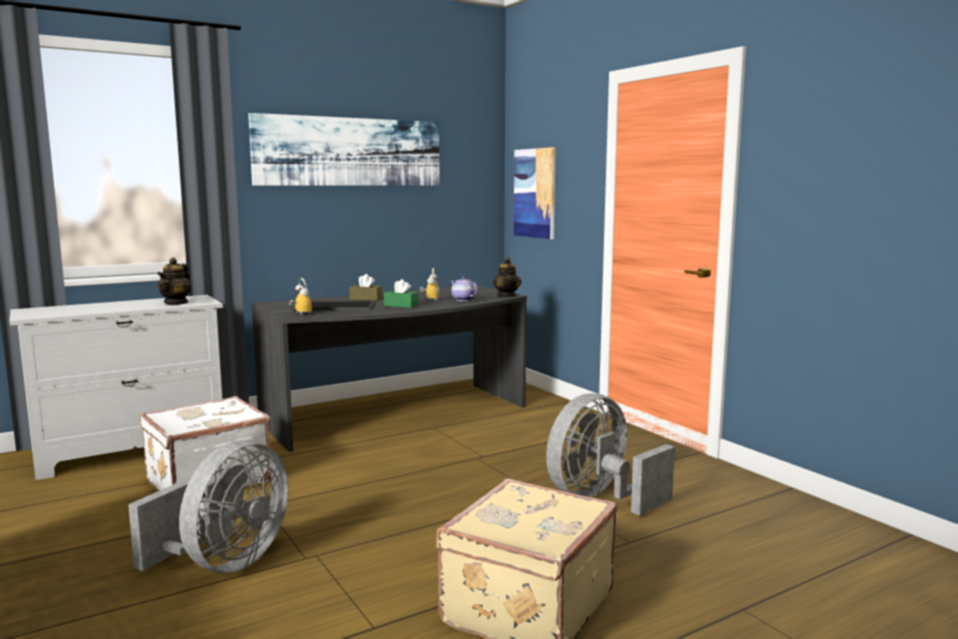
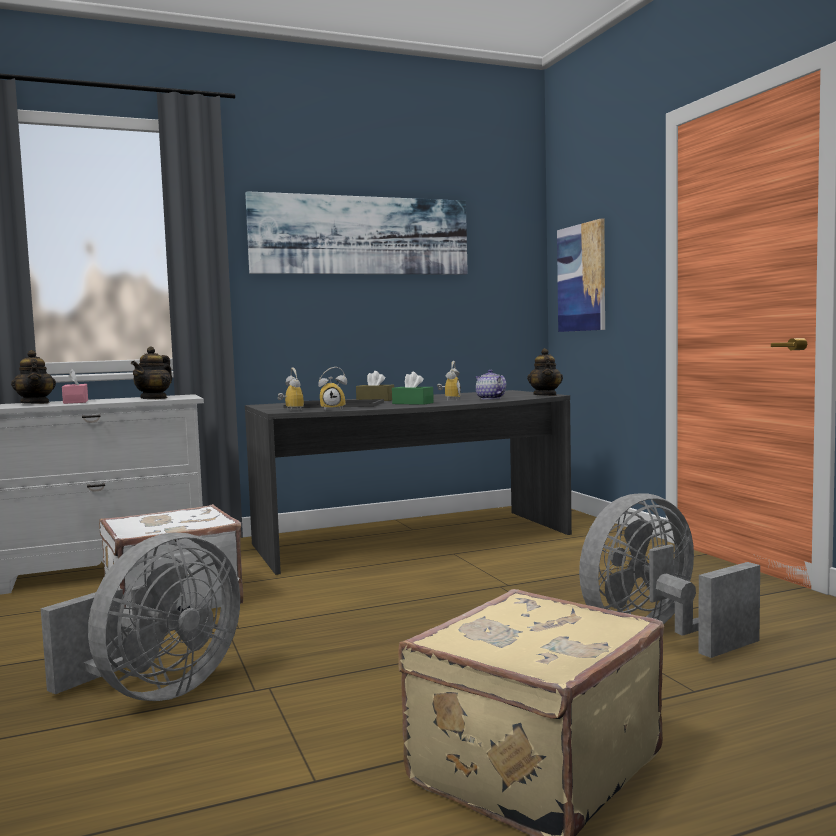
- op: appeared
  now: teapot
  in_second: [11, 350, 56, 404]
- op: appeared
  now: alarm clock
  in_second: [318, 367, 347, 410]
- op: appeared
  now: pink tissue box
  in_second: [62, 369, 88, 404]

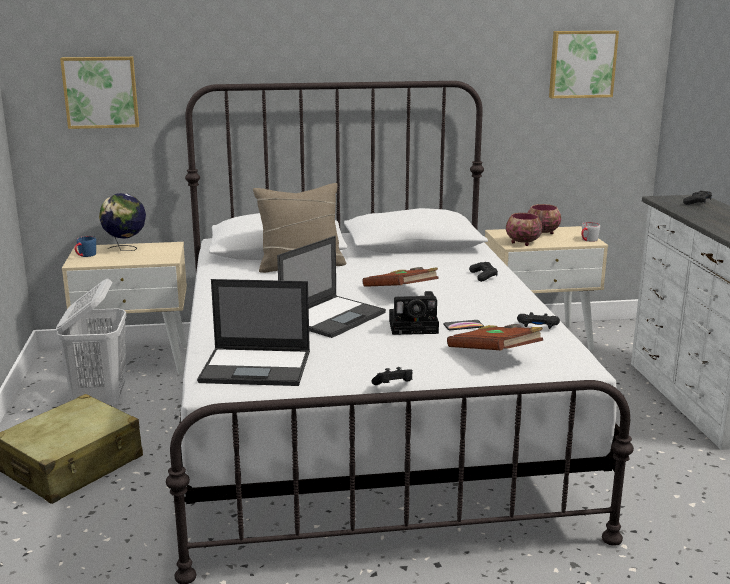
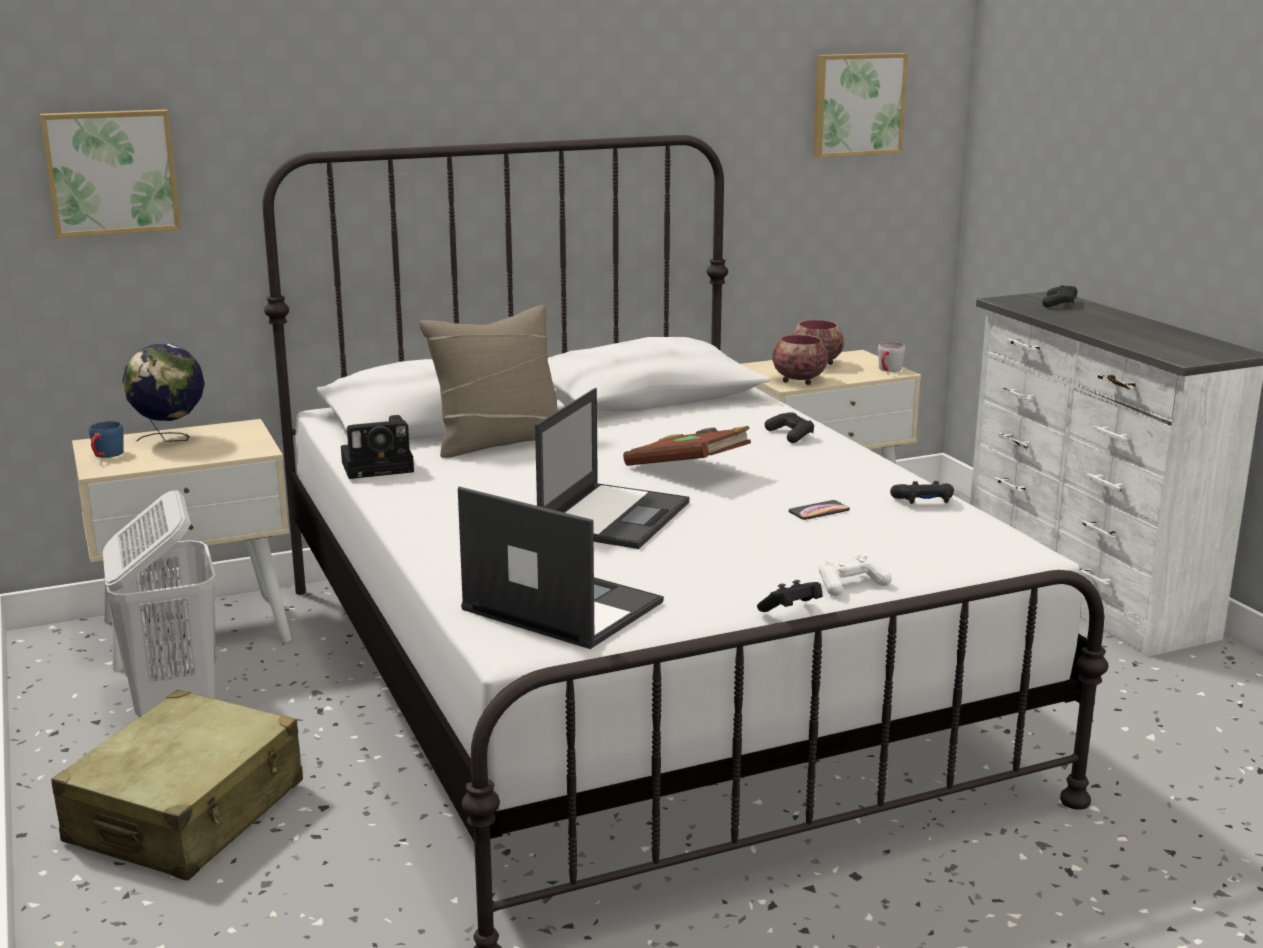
- op: spun
  was: laptop
  in_first: [197, 279, 310, 386]
  in_second: [458, 487, 664, 649]
  clockwise: -135
- op: relocated
  was: photo camera
  in_first: [389, 291, 439, 335]
  in_second: [341, 415, 414, 479]
- op: missing
  was: brown book
  in_first: [447, 324, 543, 350]
- op: appeared
  now: white game controller
  in_second: [819, 554, 892, 596]

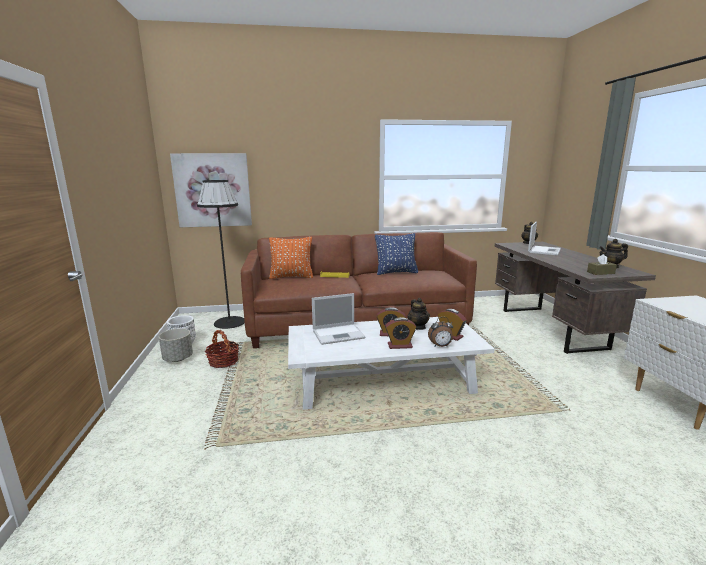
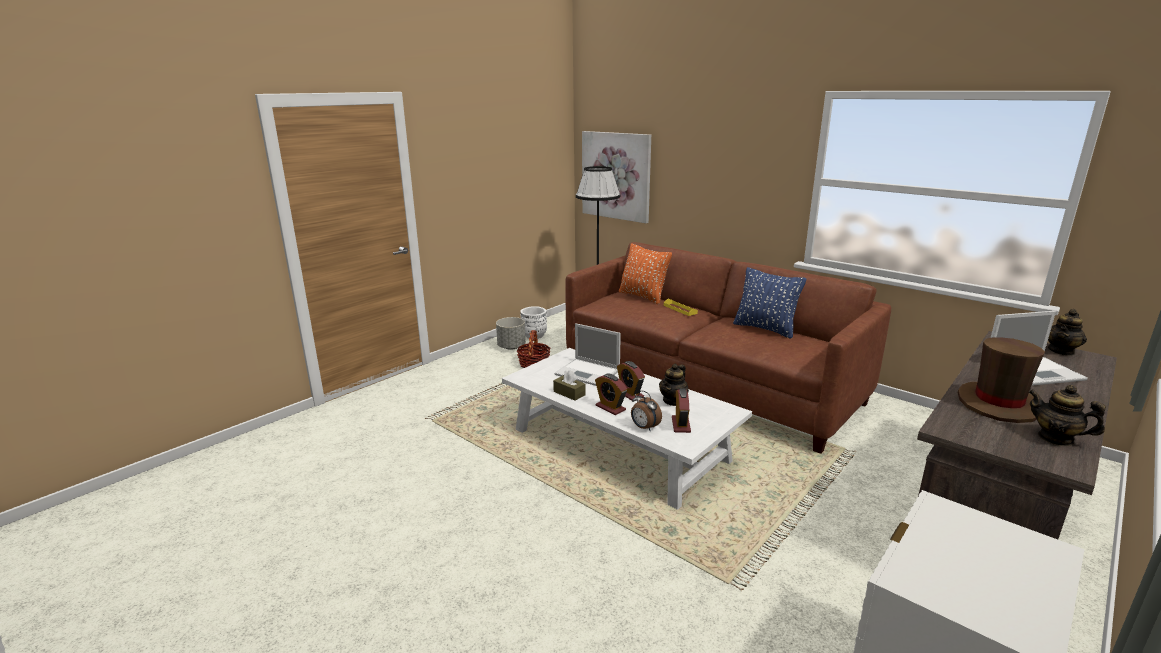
- op: relocated
  was: brown tissue box
  in_first: [587, 254, 617, 275]
  in_second: [553, 370, 585, 401]
- op: appeared
  now: brown hat
  in_second: [958, 337, 1045, 423]

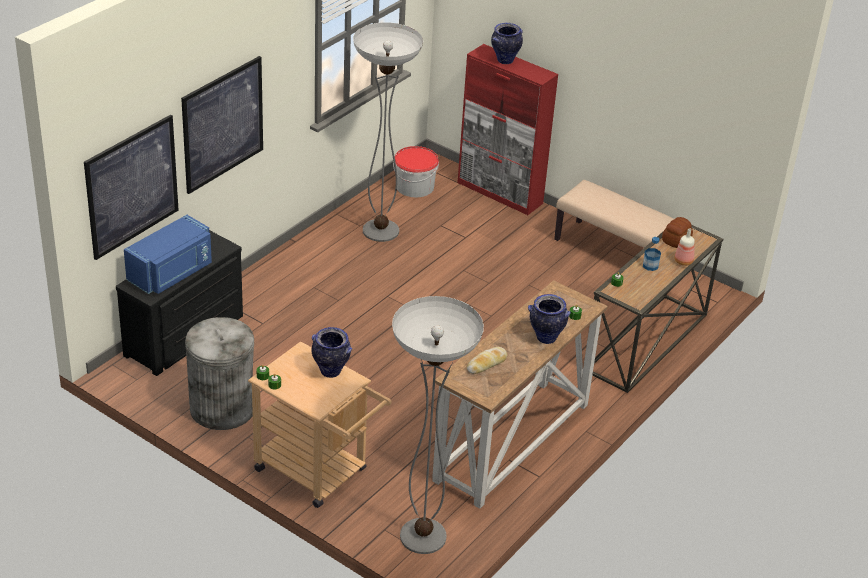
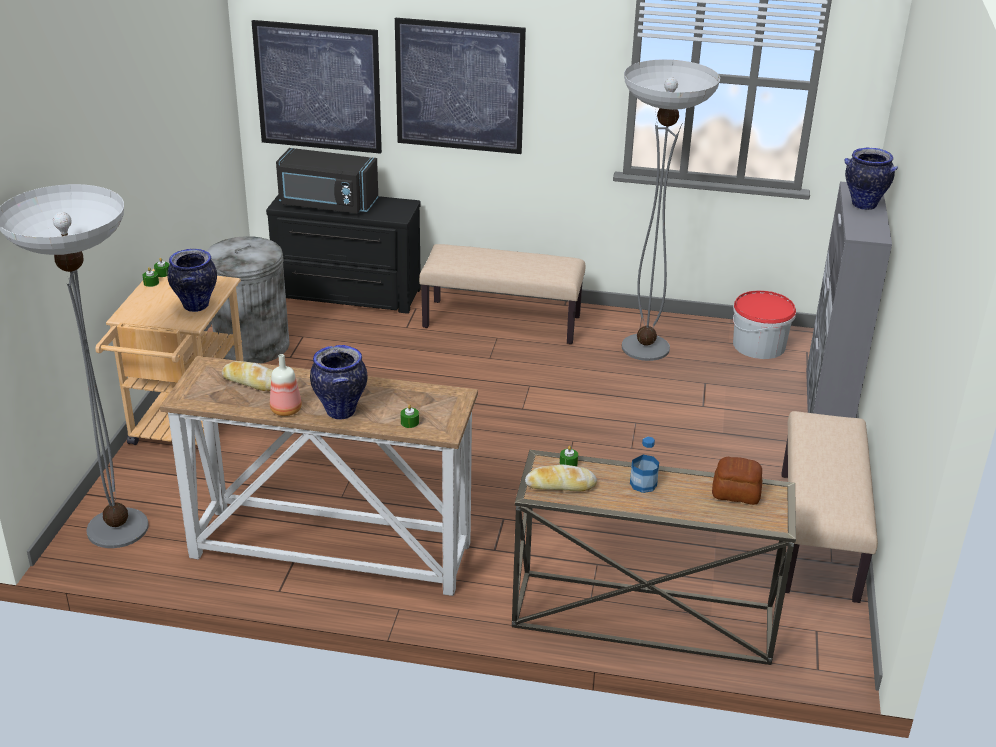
- op: colour
  was: red cabinet
  now: grey cabinet
  in_first: [457, 44, 558, 215]
  in_second: [806, 181, 892, 418]
- op: colour
  was: blue microwave
  now: black microwave
  in_first: [124, 215, 212, 294]
  in_second: [276, 148, 378, 214]
- op: relocated
  was: bottle
  in_first: [674, 228, 695, 266]
  in_second: [270, 354, 302, 416]
- op: appeared
  now: beige bench
  in_second: [419, 244, 585, 344]
- op: appeared
  now: bread
  in_second: [525, 464, 597, 491]

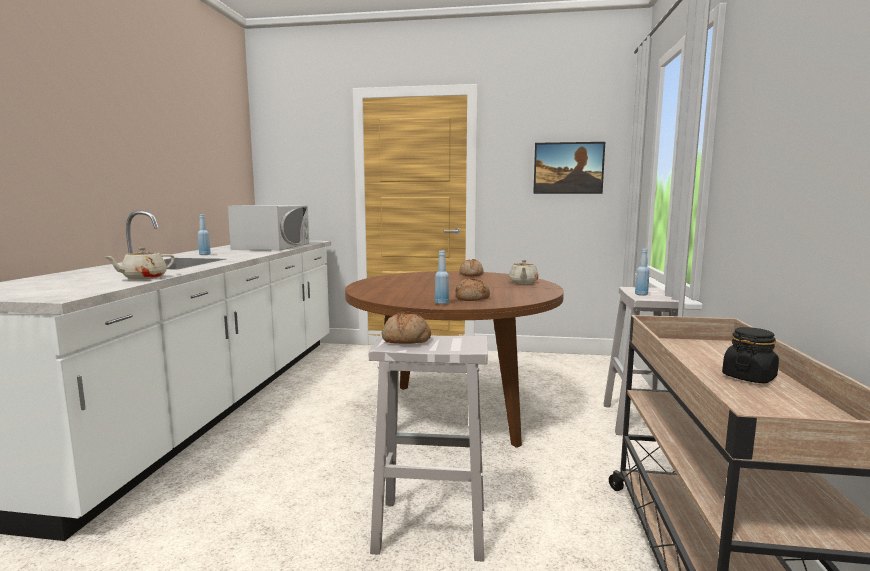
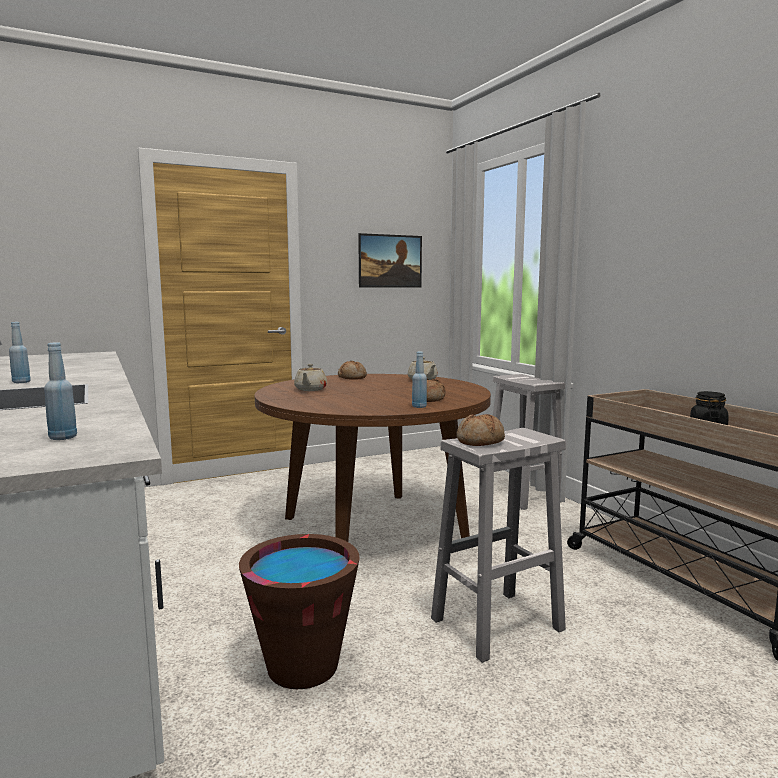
- op: missing
  was: white microwave
  in_first: [228, 205, 309, 251]
- op: relocated
  was: beige teapot
  in_first: [104, 247, 175, 280]
  in_second: [294, 364, 327, 391]
- op: relocated
  was: blue bottle
  in_first: [635, 249, 650, 296]
  in_second: [44, 343, 77, 440]
- op: appeared
  now: brown bucket
  in_second: [239, 534, 359, 689]

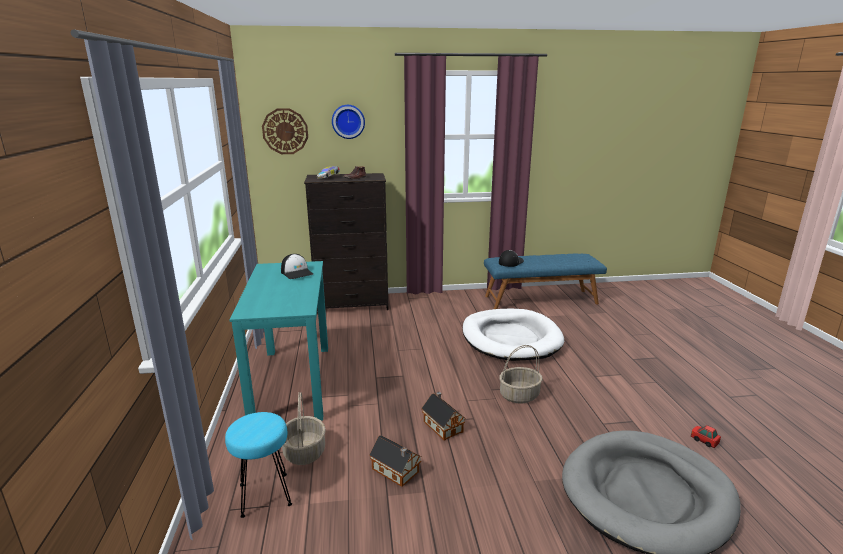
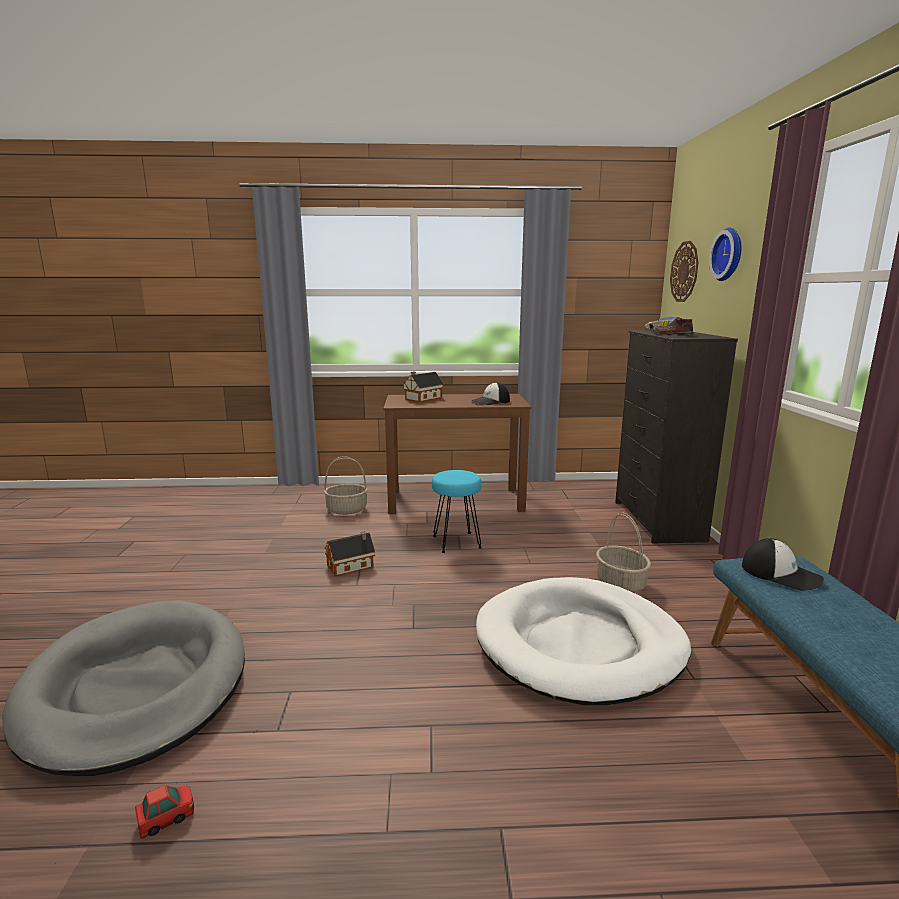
- op: colour
  was: turquoise desk
  now: brown desk
  in_first: [229, 261, 328, 421]
  in_second: [384, 394, 531, 514]
- op: relocated
  was: basket
  in_first: [499, 345, 543, 403]
  in_second: [596, 512, 651, 593]
- op: relocated
  was: turquoise stool
  in_first: [225, 412, 292, 518]
  in_second: [432, 470, 482, 553]
- op: relocated
  was: toy house
  in_first: [369, 435, 421, 487]
  in_second: [403, 372, 444, 402]

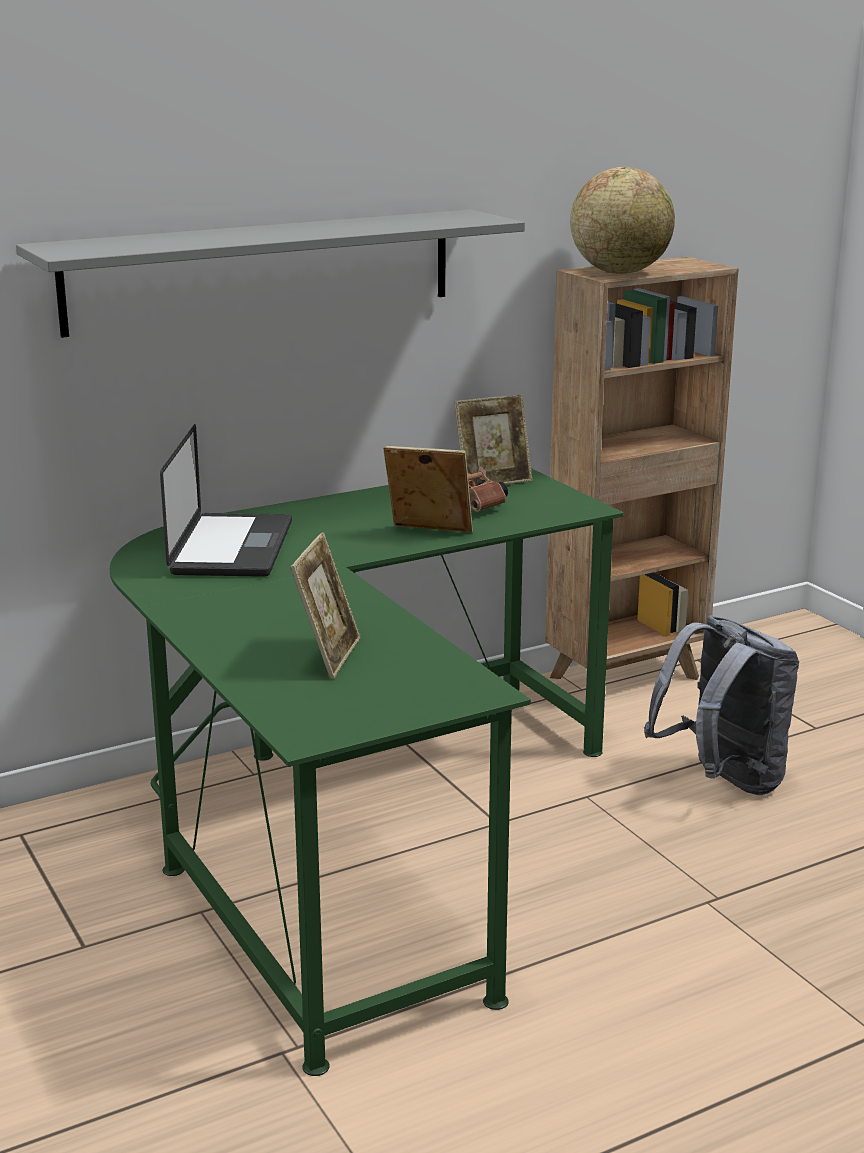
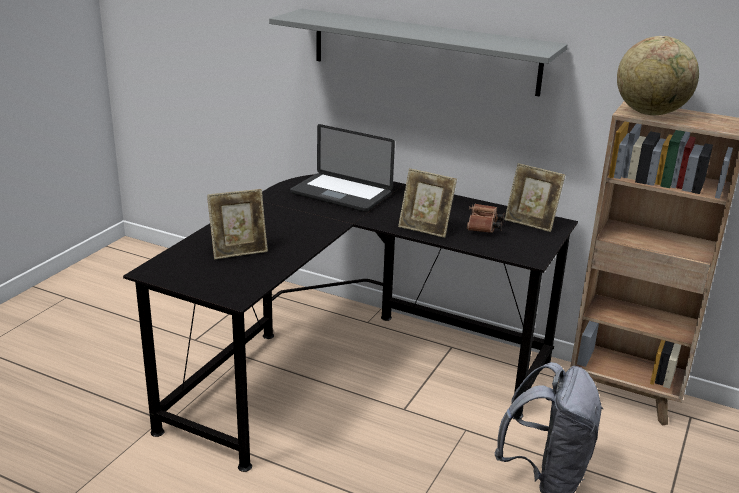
- op: spun
  was: laptop
  in_first: [160, 424, 292, 577]
  in_second: [290, 124, 395, 212]
  clockwise: 60
- op: spun
  was: picture frame
  in_first: [383, 446, 473, 533]
  in_second: [398, 168, 457, 238]
  clockwise: 135
- op: colour
  was: green desk
  now: black desk
  in_first: [110, 468, 624, 1076]
  in_second: [123, 174, 578, 472]

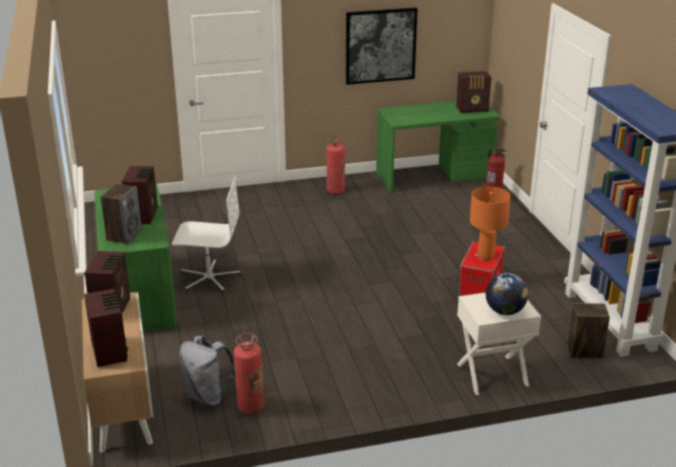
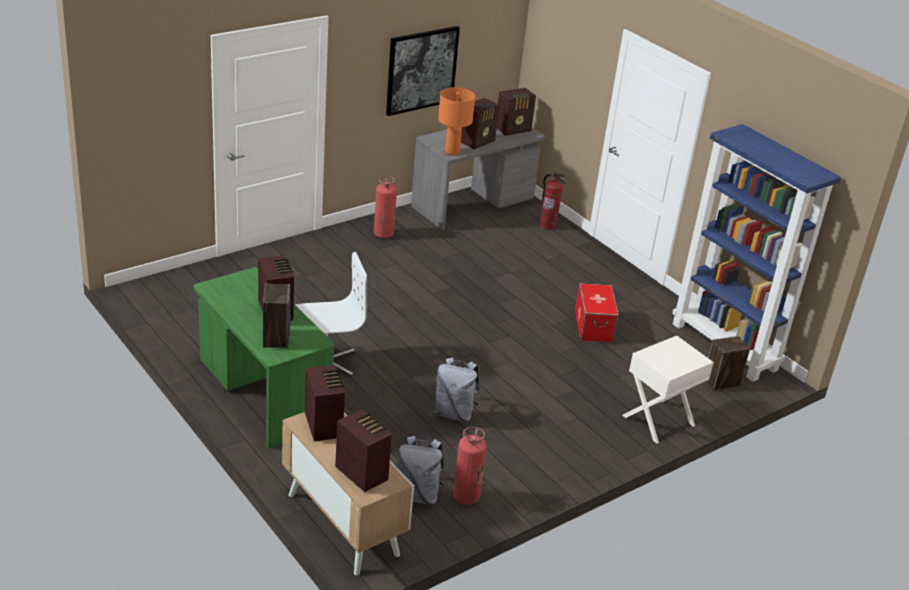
- op: colour
  was: green desk
  now: grey desk
  in_first: [376, 101, 500, 193]
  in_second: [411, 127, 545, 230]
- op: relocated
  was: orange table lamp
  in_first: [470, 187, 511, 260]
  in_second: [438, 87, 475, 156]
- op: missing
  was: globe
  in_first: [486, 273, 528, 315]
- op: appeared
  now: radio
  in_second: [461, 98, 499, 150]
- op: appeared
  now: grey backpack
  in_second: [434, 358, 480, 422]

